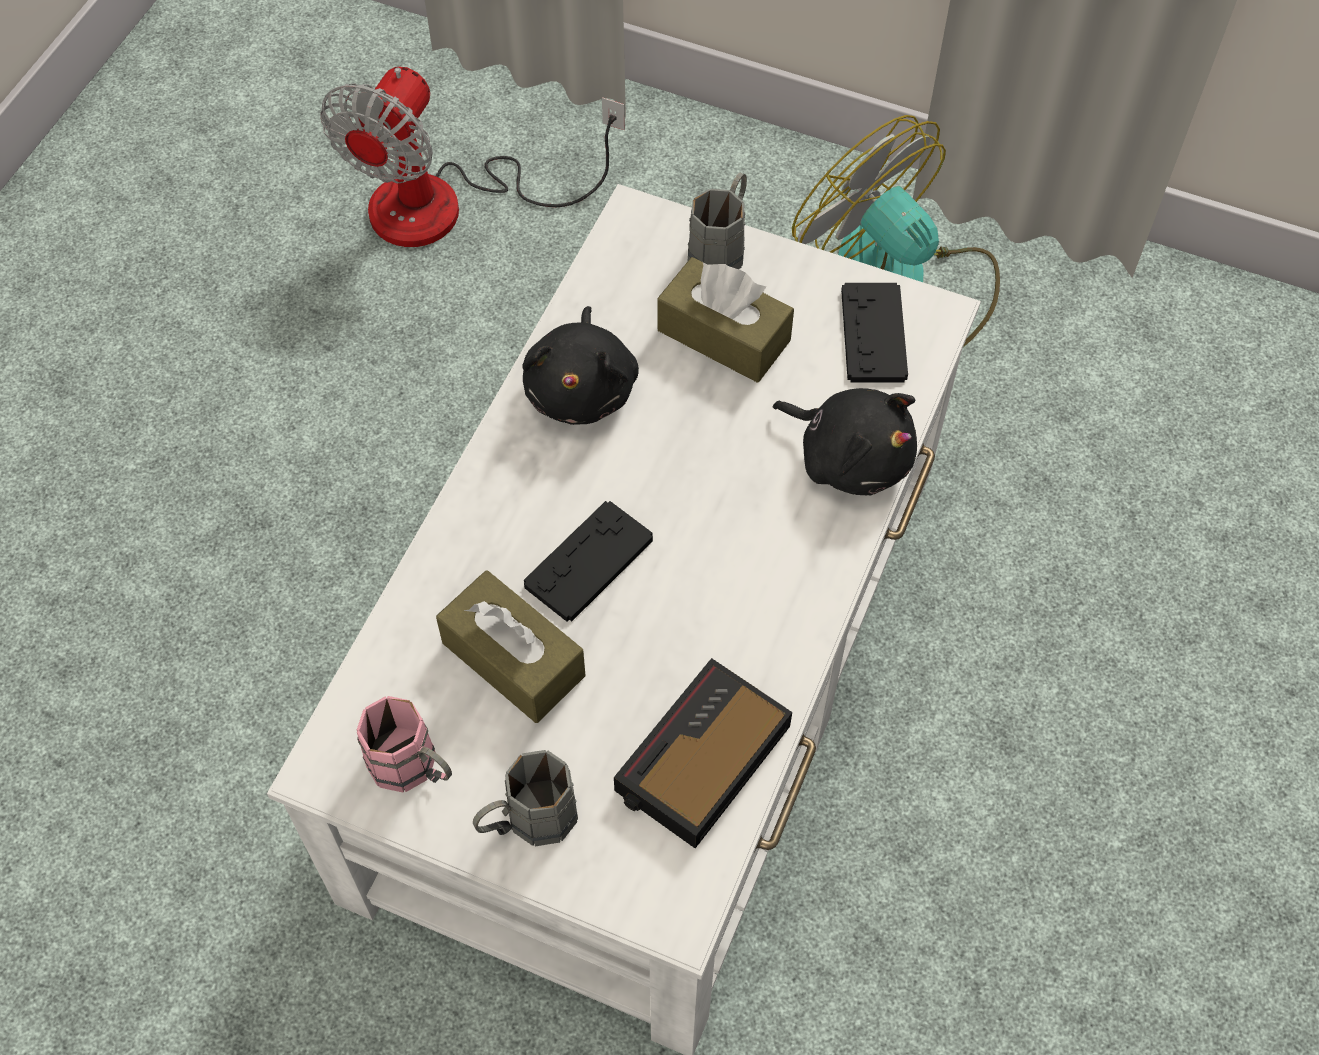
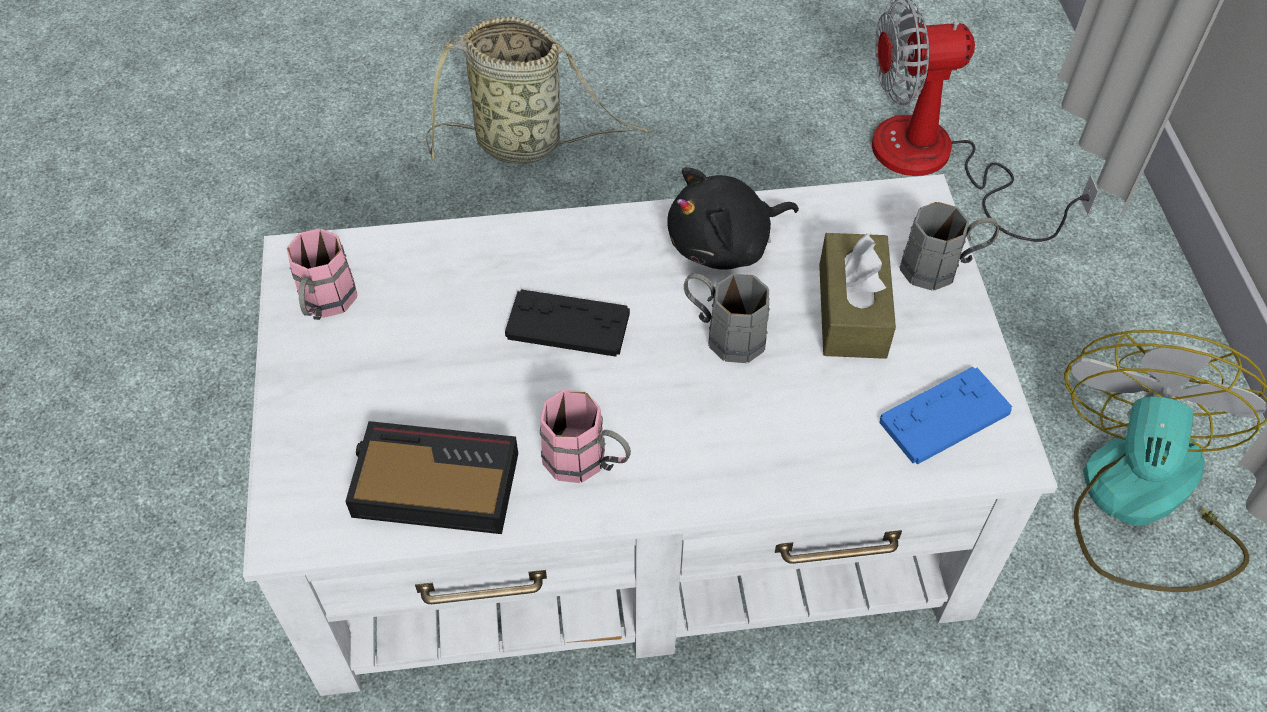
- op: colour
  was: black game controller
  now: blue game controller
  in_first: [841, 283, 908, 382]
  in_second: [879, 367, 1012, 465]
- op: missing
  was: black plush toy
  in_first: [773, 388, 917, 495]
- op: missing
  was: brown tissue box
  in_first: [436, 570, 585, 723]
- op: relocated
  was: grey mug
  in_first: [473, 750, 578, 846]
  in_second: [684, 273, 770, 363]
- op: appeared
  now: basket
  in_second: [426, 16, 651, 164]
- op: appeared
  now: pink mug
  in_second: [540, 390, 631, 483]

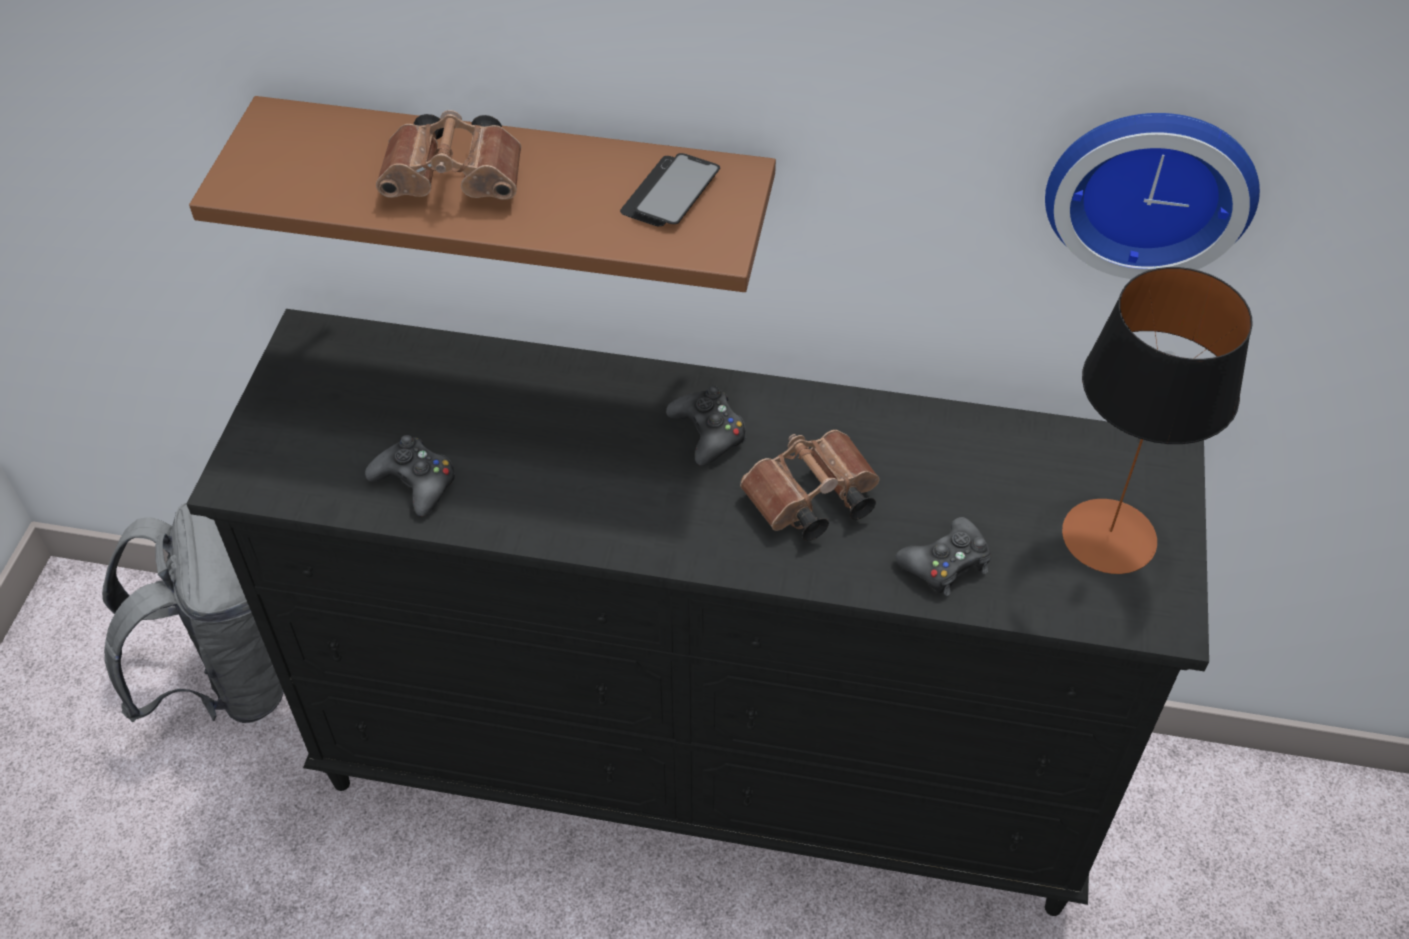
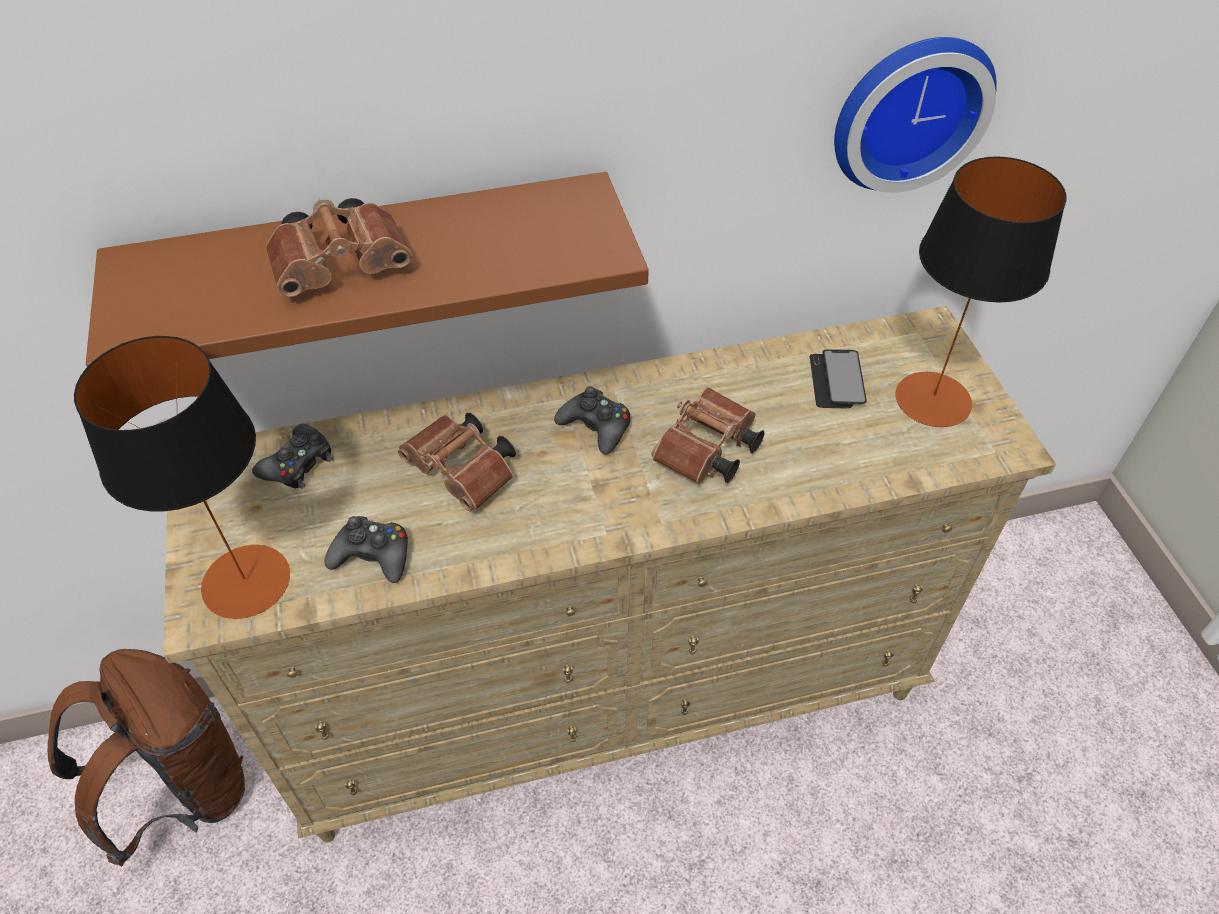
- op: relocated
  was: phone
  in_first: [620, 153, 720, 226]
  in_second: [810, 349, 867, 408]
- op: colour
  was: black dresser
  now: beige dresser
  in_first: [187, 309, 1209, 916]
  in_second: [163, 306, 1056, 843]
- op: colour
  was: grey backpack
  now: brown backpack
  in_first: [102, 503, 284, 723]
  in_second: [47, 649, 245, 866]
- op: relocated
  was: black game controller
  in_first: [895, 517, 991, 596]
  in_second: [252, 424, 333, 488]
- op: appeared
  now: table lamp
  in_second: [74, 336, 290, 619]
- op: appeared
  now: brown binoculars
  in_second: [398, 413, 516, 511]

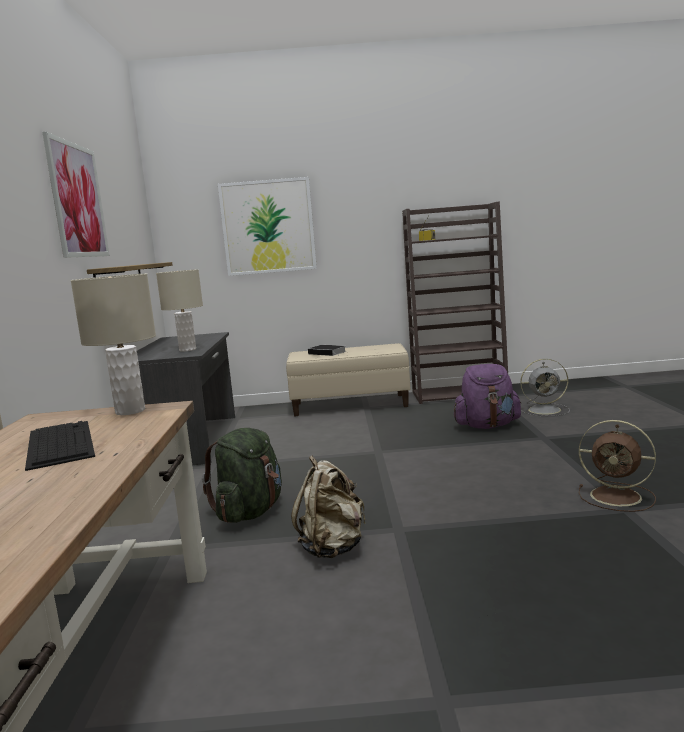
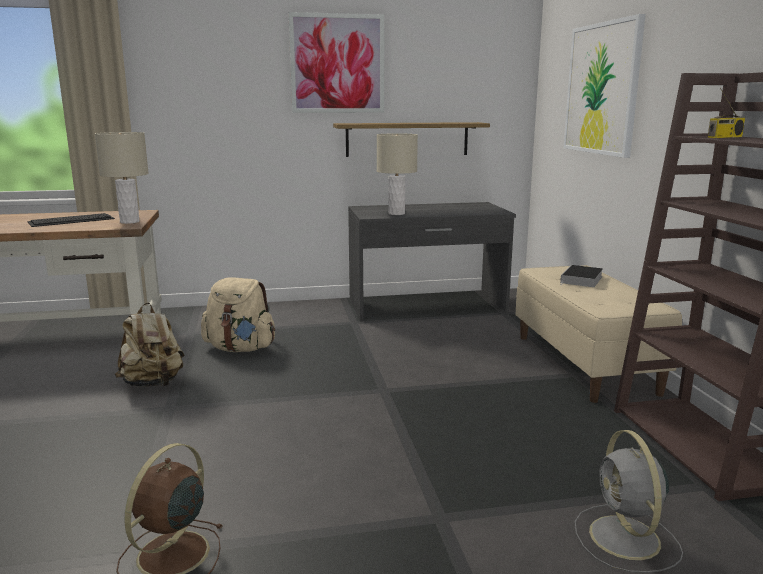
- op: missing
  was: purple backpack
  in_first: [454, 364, 522, 429]
- op: colour
  was: green backpack
  now: beige backpack
  in_first: [202, 428, 282, 523]
  in_second: [201, 278, 275, 352]

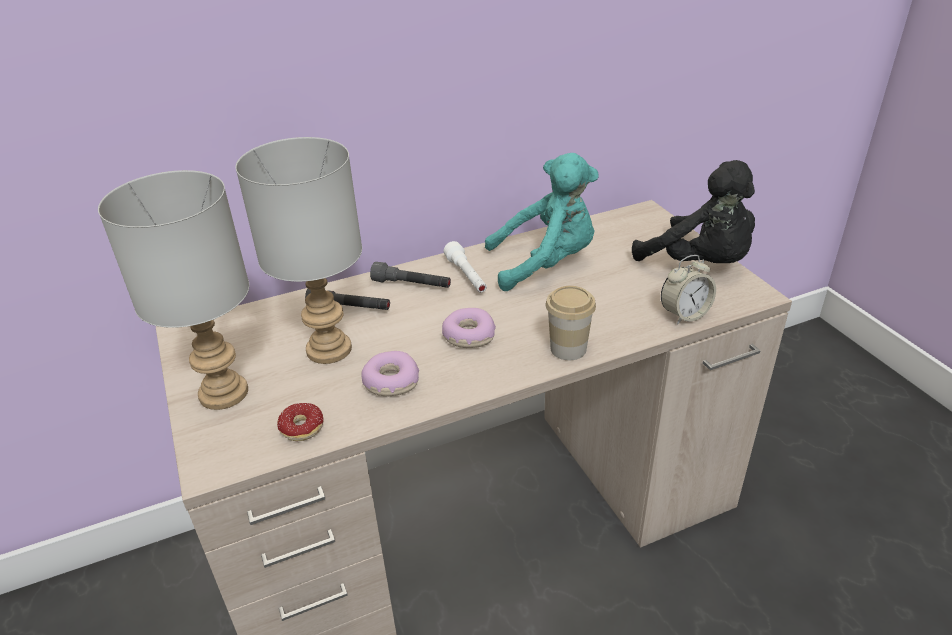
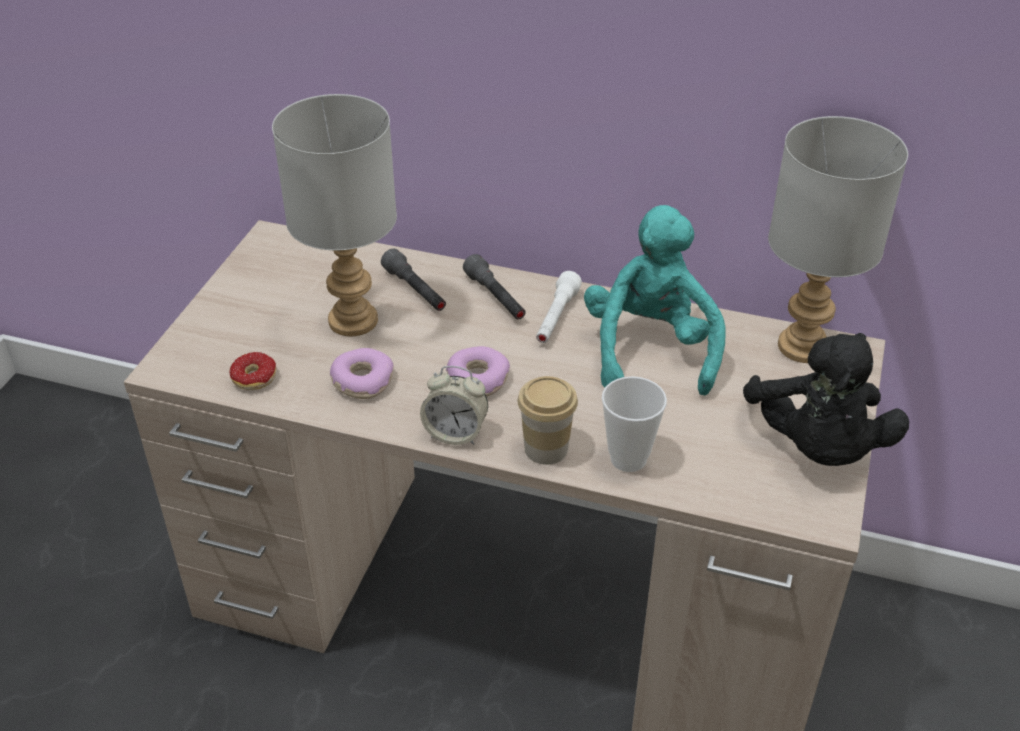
- op: spun
  was: turquoise plush toy
  in_first: [485, 153, 599, 291]
  in_second: [584, 205, 725, 395]
  clockwise: -120
- op: relocated
  was: grey table lamp
  in_first: [98, 170, 249, 410]
  in_second: [768, 116, 908, 363]
- op: relocated
  was: alarm clock
  in_first: [661, 255, 716, 325]
  in_second: [420, 366, 488, 445]
- op: appeared
  now: cup
  in_second: [602, 376, 667, 472]

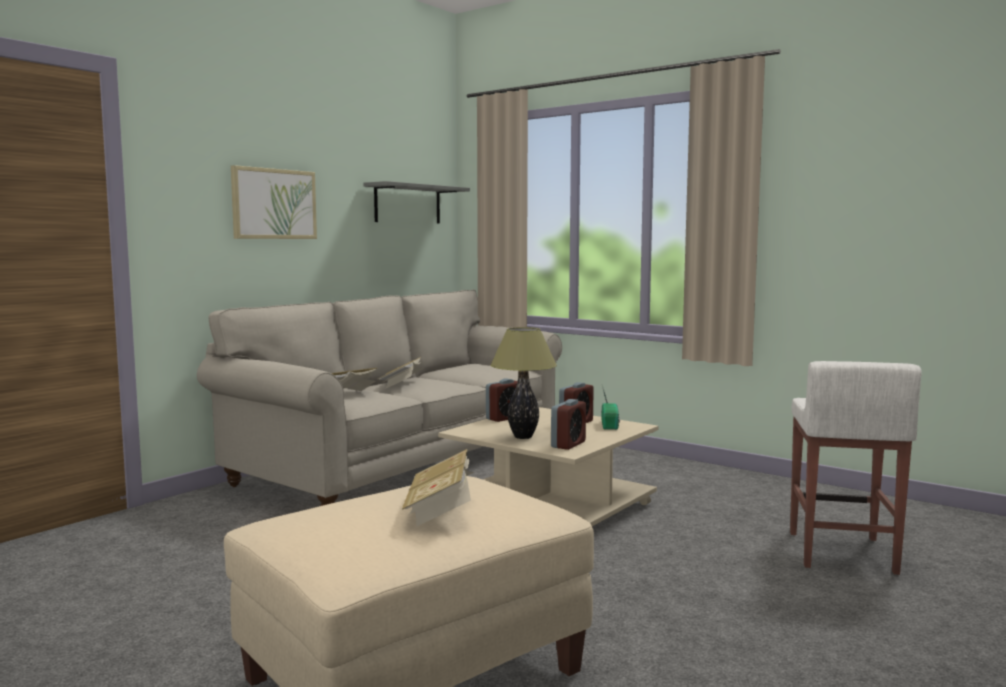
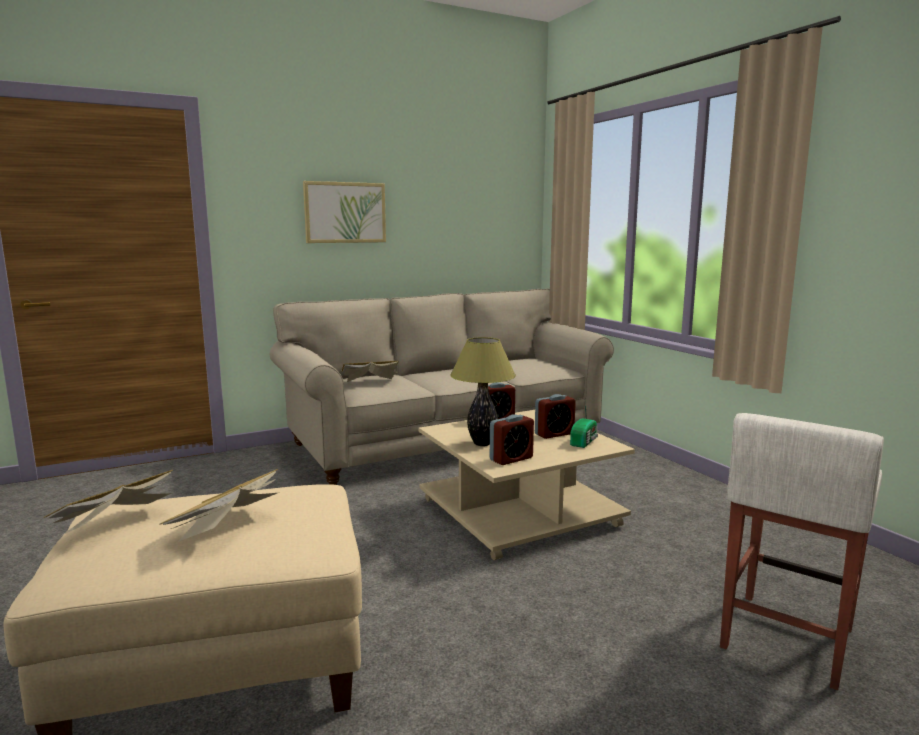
- op: missing
  was: grey shelf
  in_first: [363, 181, 470, 224]
- op: relocated
  was: book
  in_first: [378, 357, 423, 389]
  in_second: [43, 470, 173, 535]

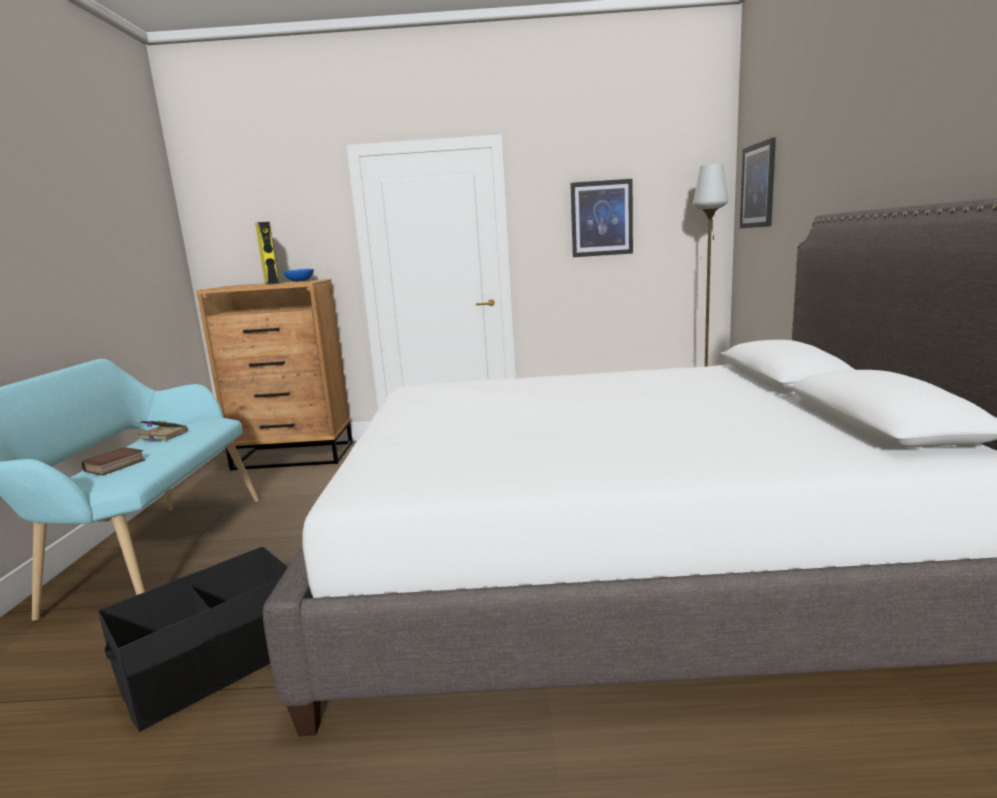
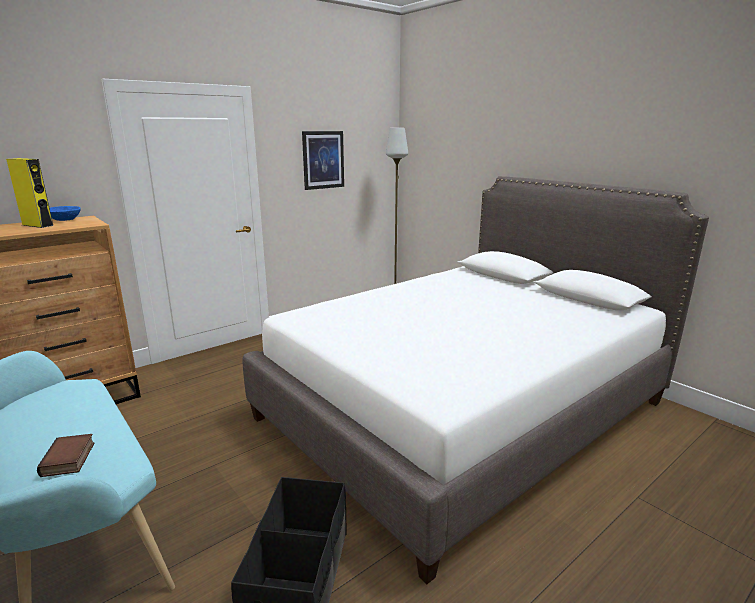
- op: missing
  was: picture
  in_first: [740, 137, 776, 228]
- op: missing
  was: book
  in_first: [136, 421, 188, 441]

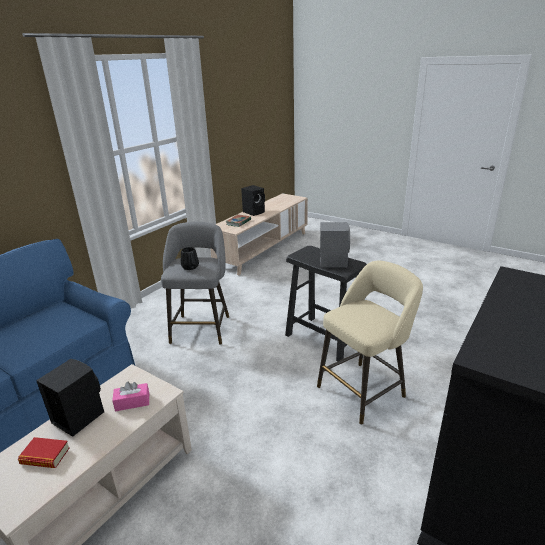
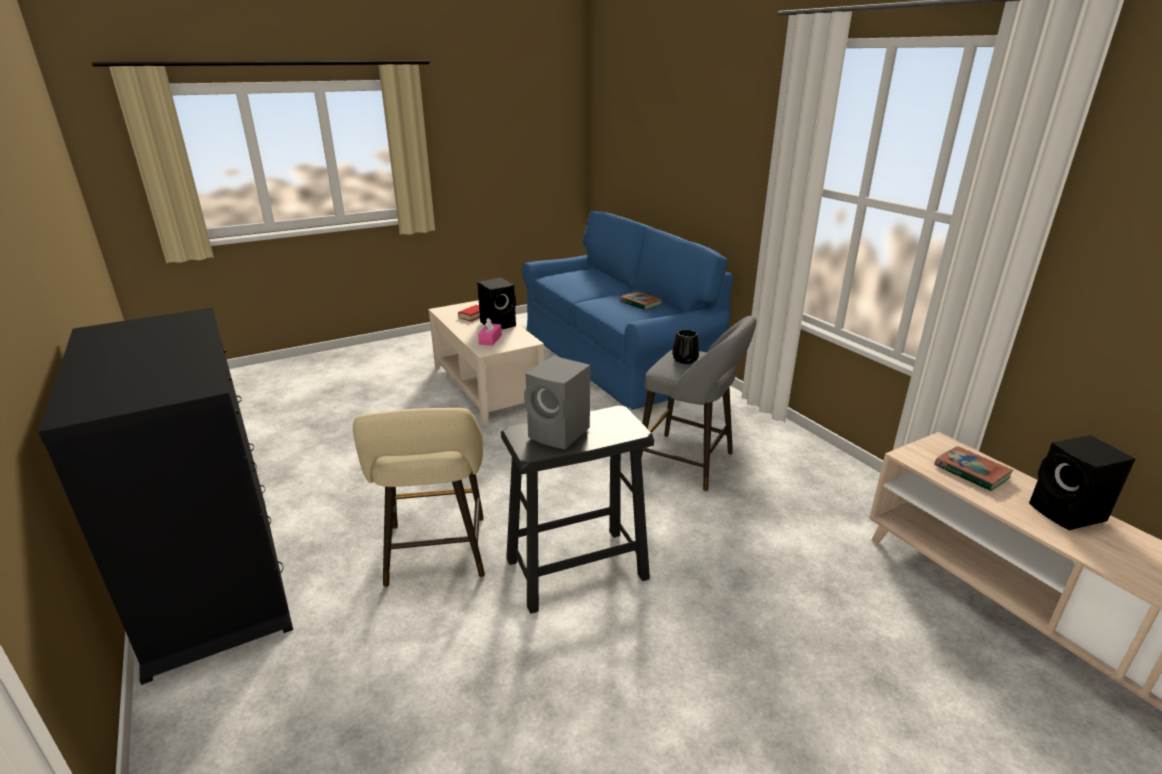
- op: appeared
  now: book
  in_second: [620, 291, 662, 310]

